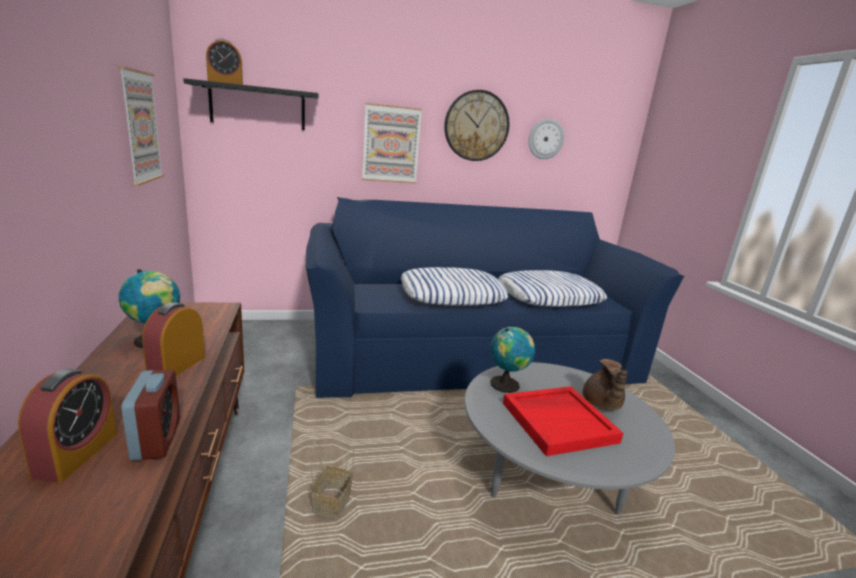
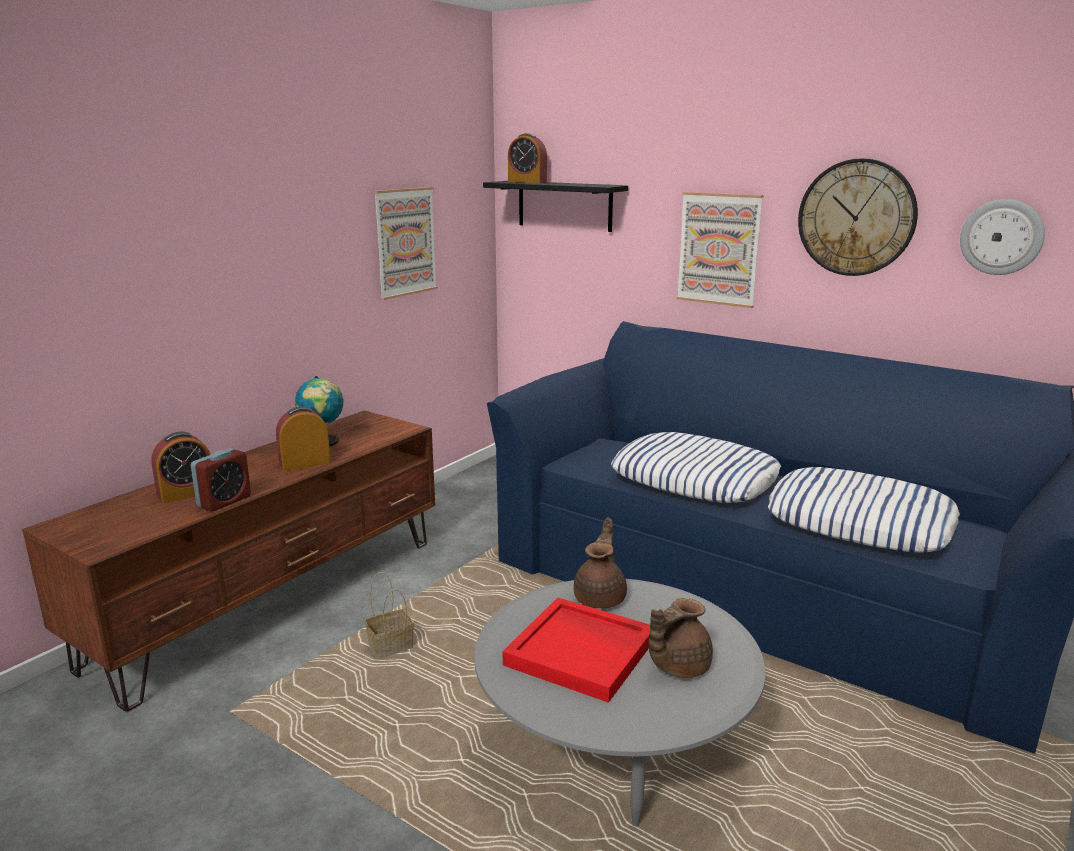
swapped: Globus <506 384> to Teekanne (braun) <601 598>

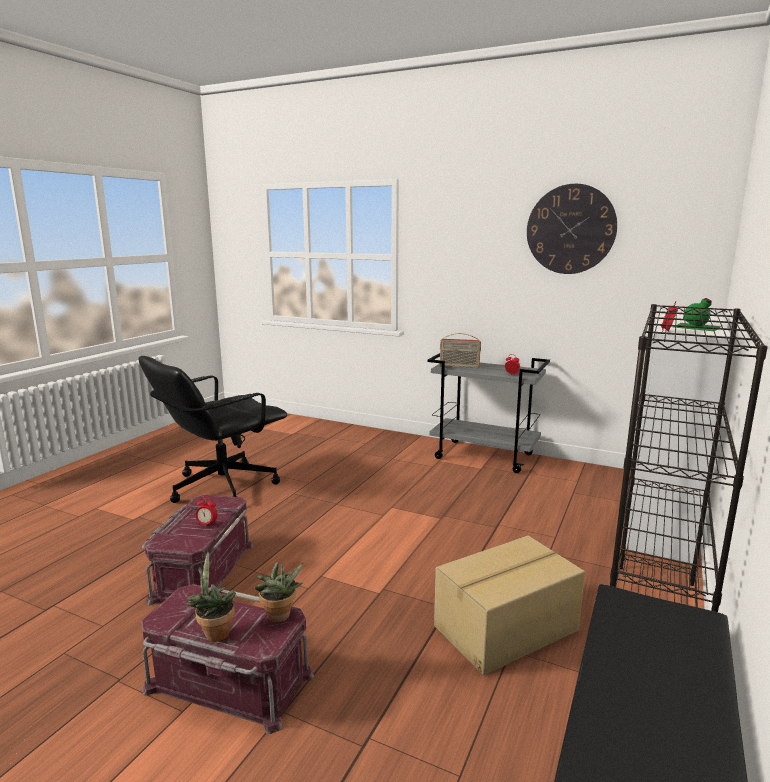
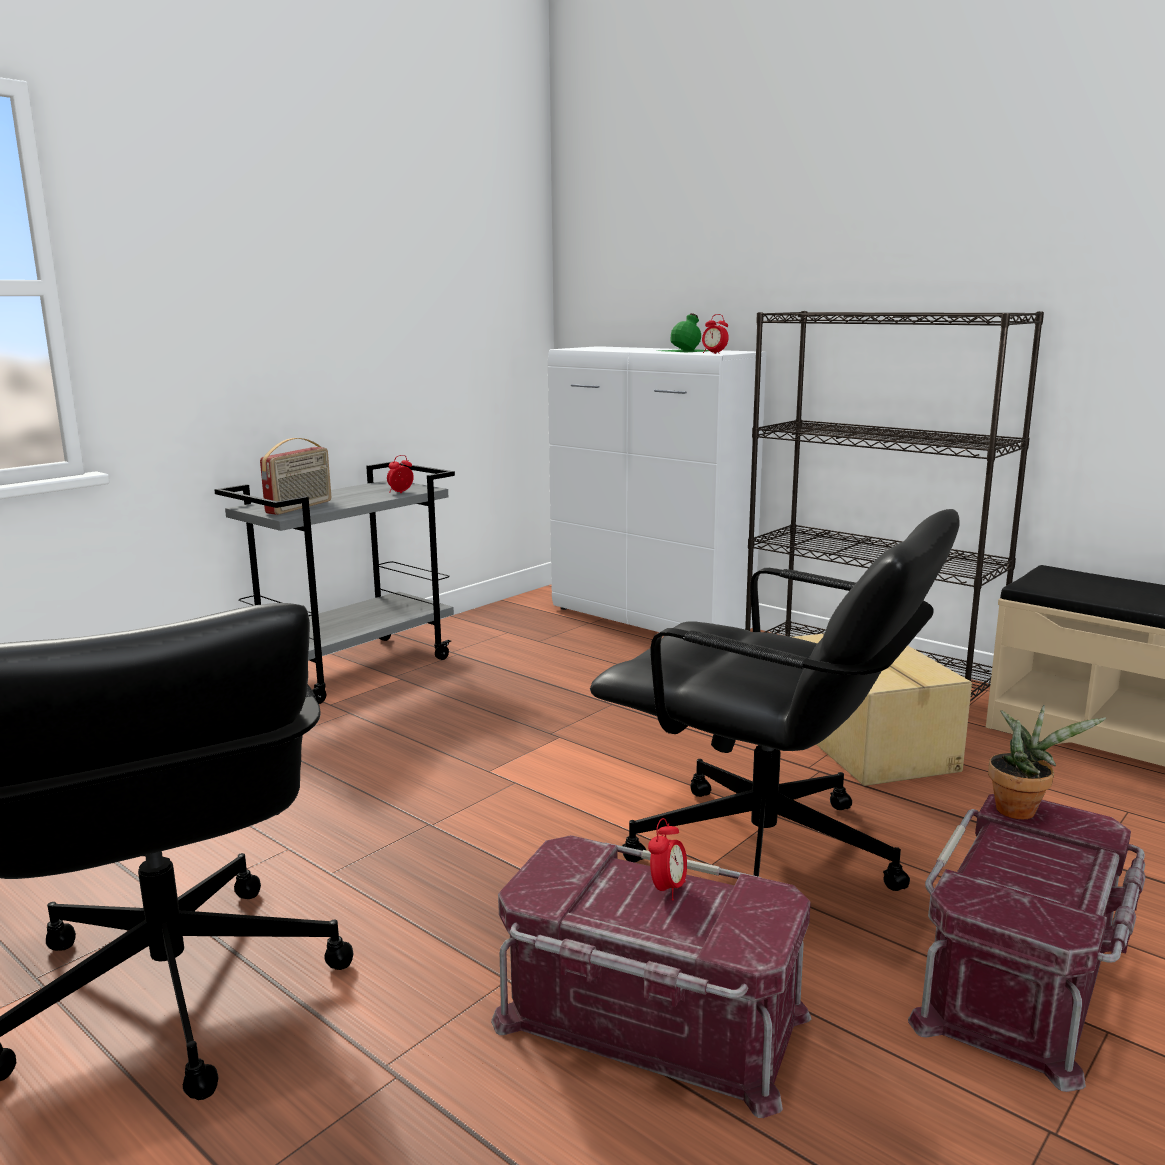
gone: Topfpflanze <215 632>; Wanduhr <570 229>
new: Bürostuhl (schwarz) <766 856>

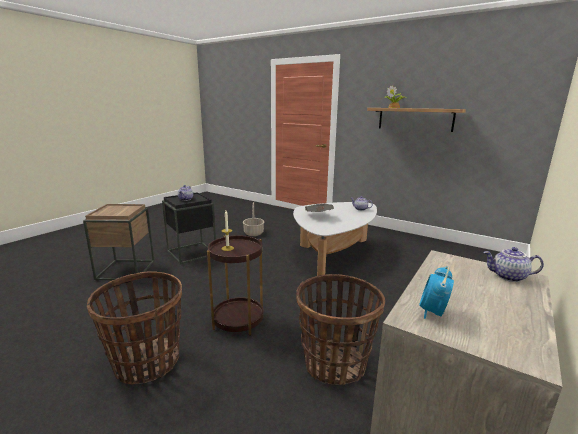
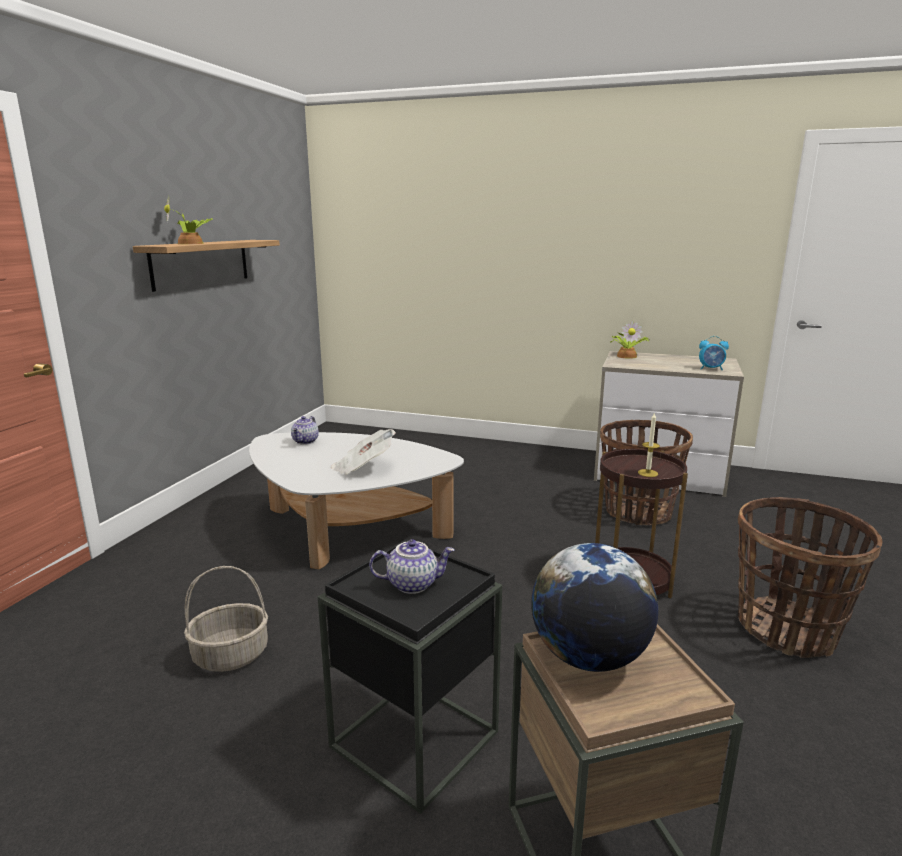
new: Globus <588 657>
swapped: Teekanne <508 277> to Topfpflanze <627 356>

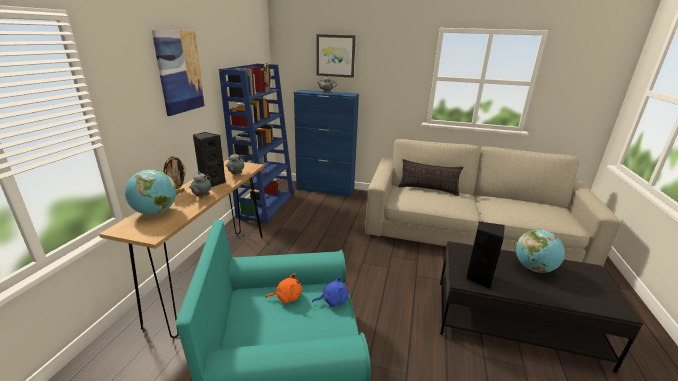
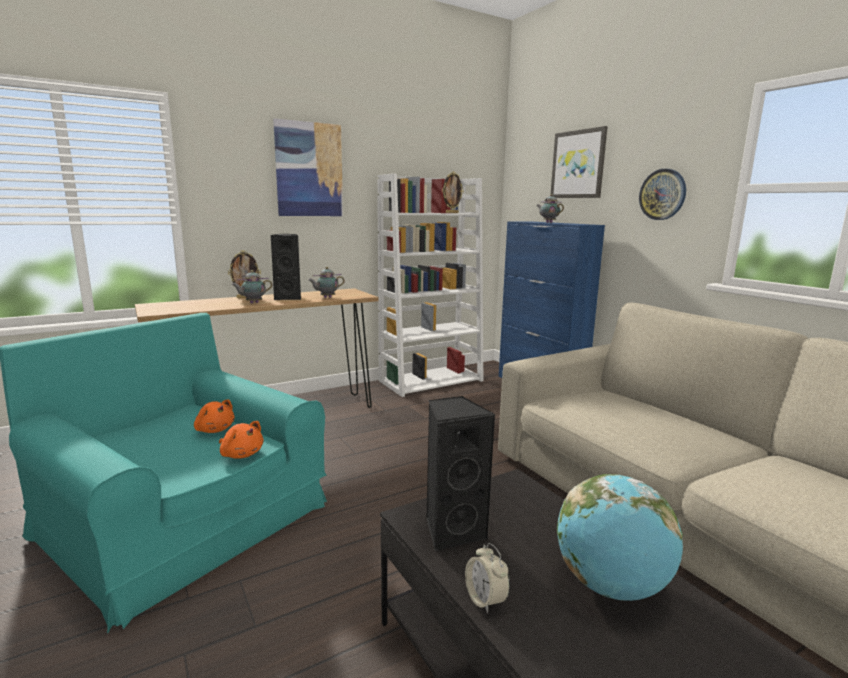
gone: Globus <155 212>; Kissen <428 189>
new: Wecker <485 599>; Wanduhr <662 194>
repainted: Bücherregal (blau) <266 205> to Bücherregal (weiß) <431 380>; Plüschtier (blau) <333 300> to Plüschtier (orange) <241 454>

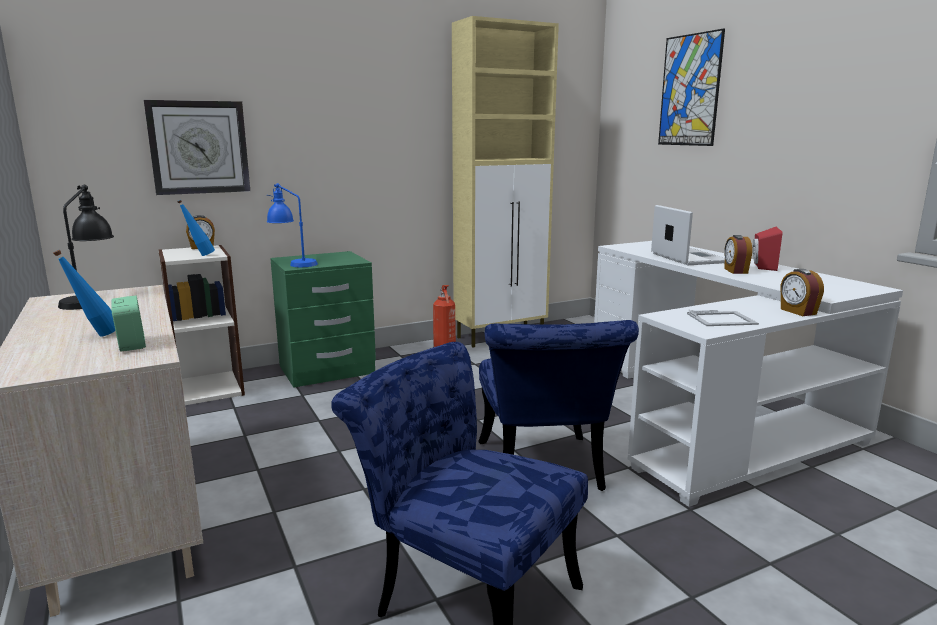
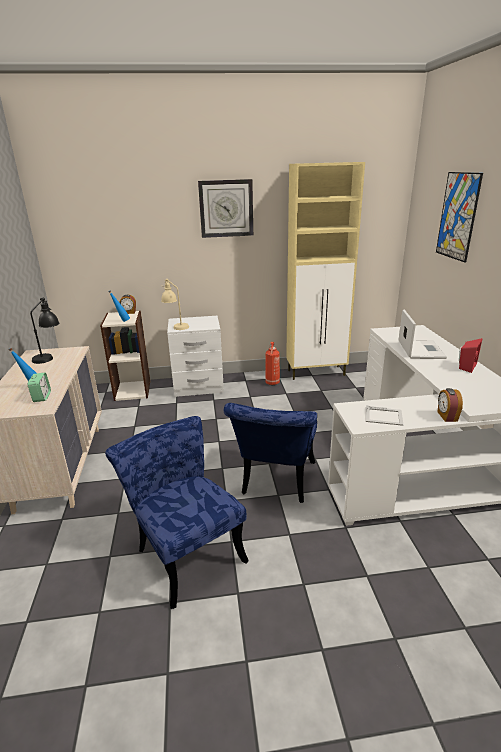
gone: Wecker <735 271>
shifted: Wanduhr <199 147> to <226 208>
repainted: Tischlampe (blau) <293 264> to Tischlampe (beige) <176 326>; Nachttisch (grün) <327 370> to Nachttisch (weiß) <198 386>

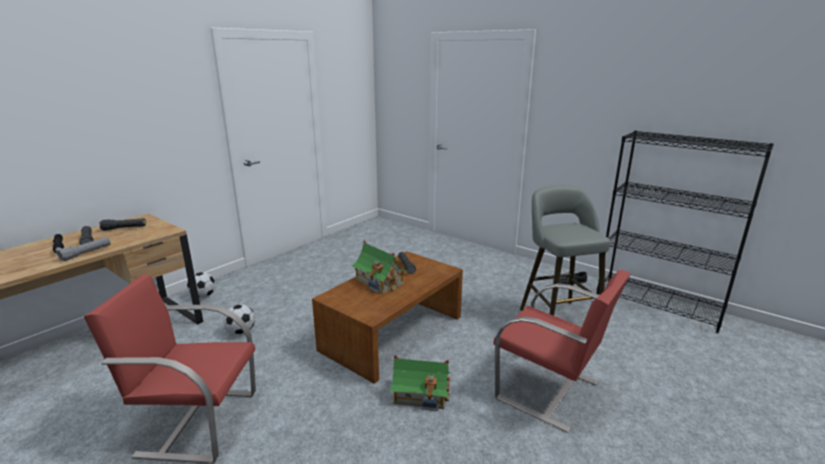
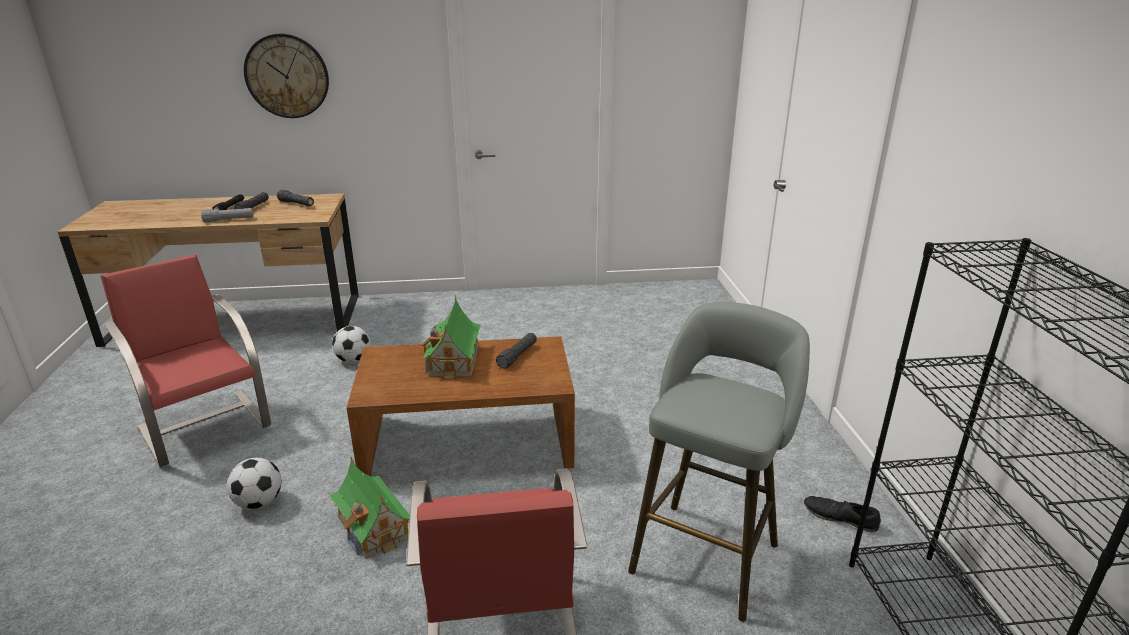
new: Wanduhr <287 76>
shifted: Fußball <203 296> to <259 502>

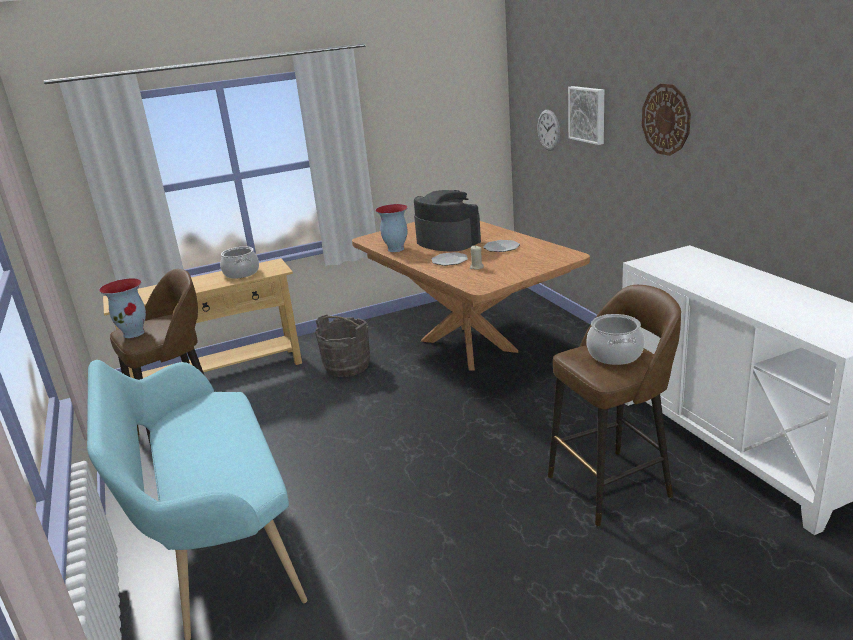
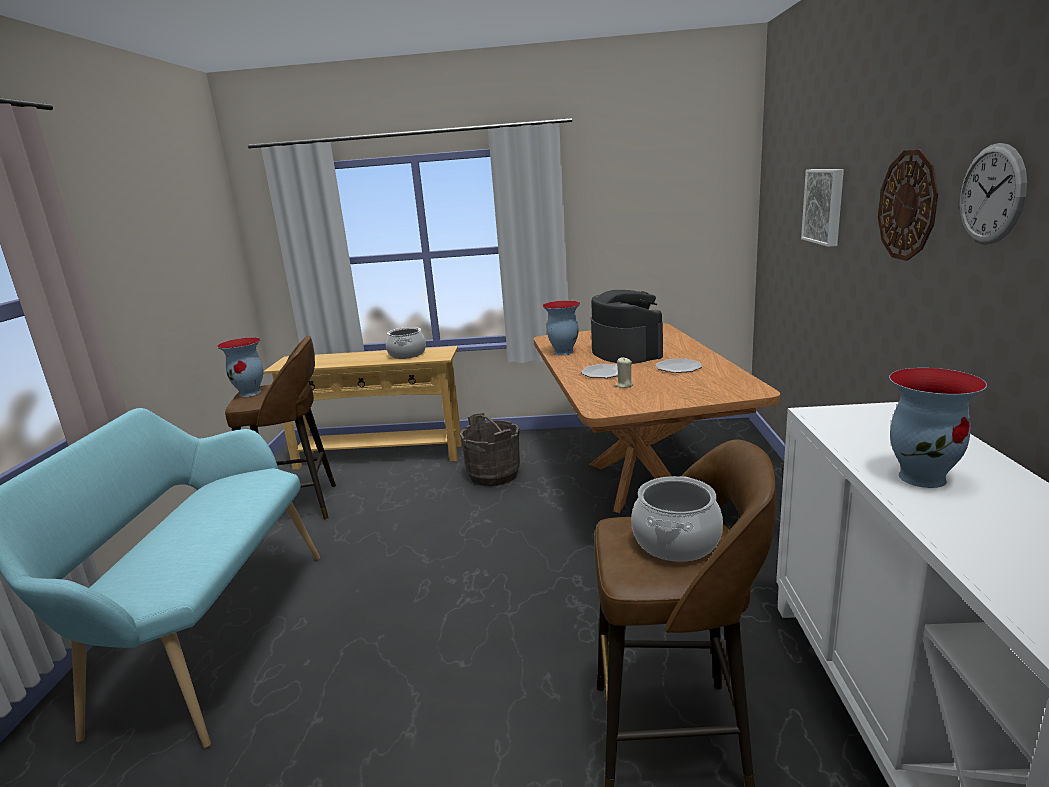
new: Vase <923 477>
shifted: Wanduhr <548 130> to <991 194>

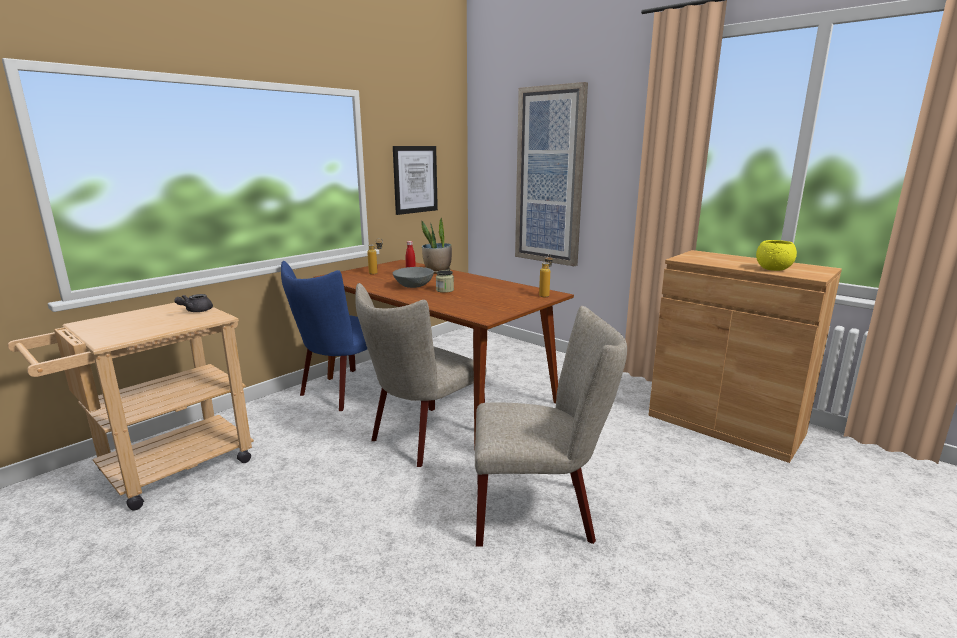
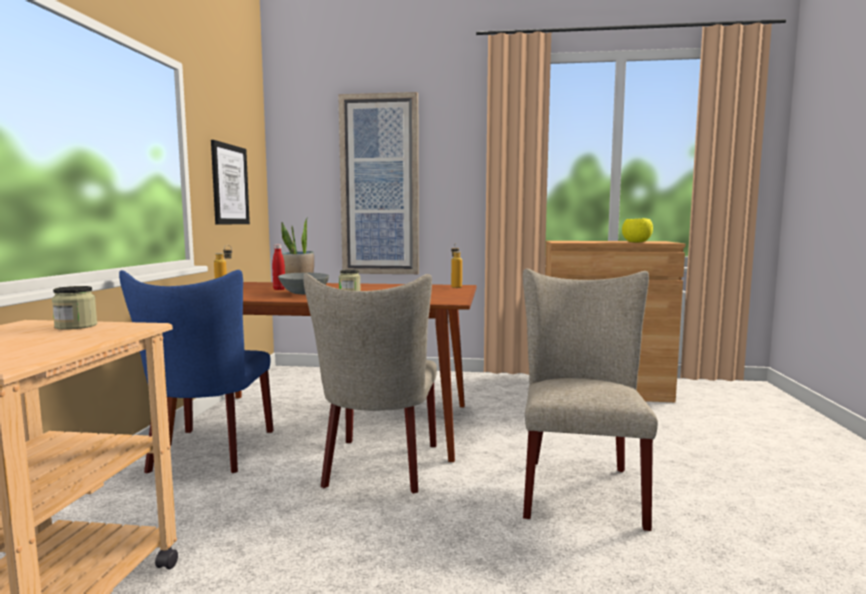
swapped: Teekanne (grau) <195 311> to Vorratsglas <76 326>
rotated: Stuhl (beige) <541 511> = <579 487> 45 degrees counterclockwise

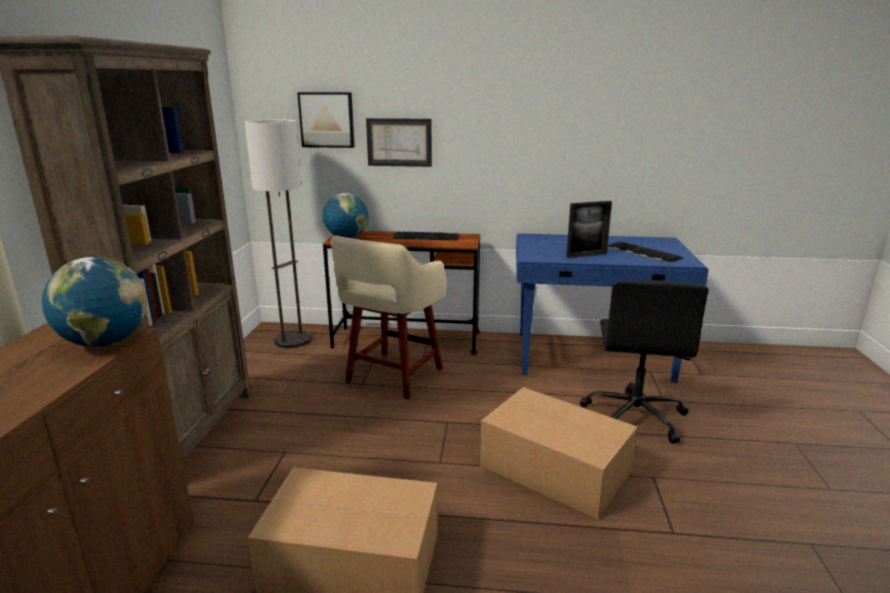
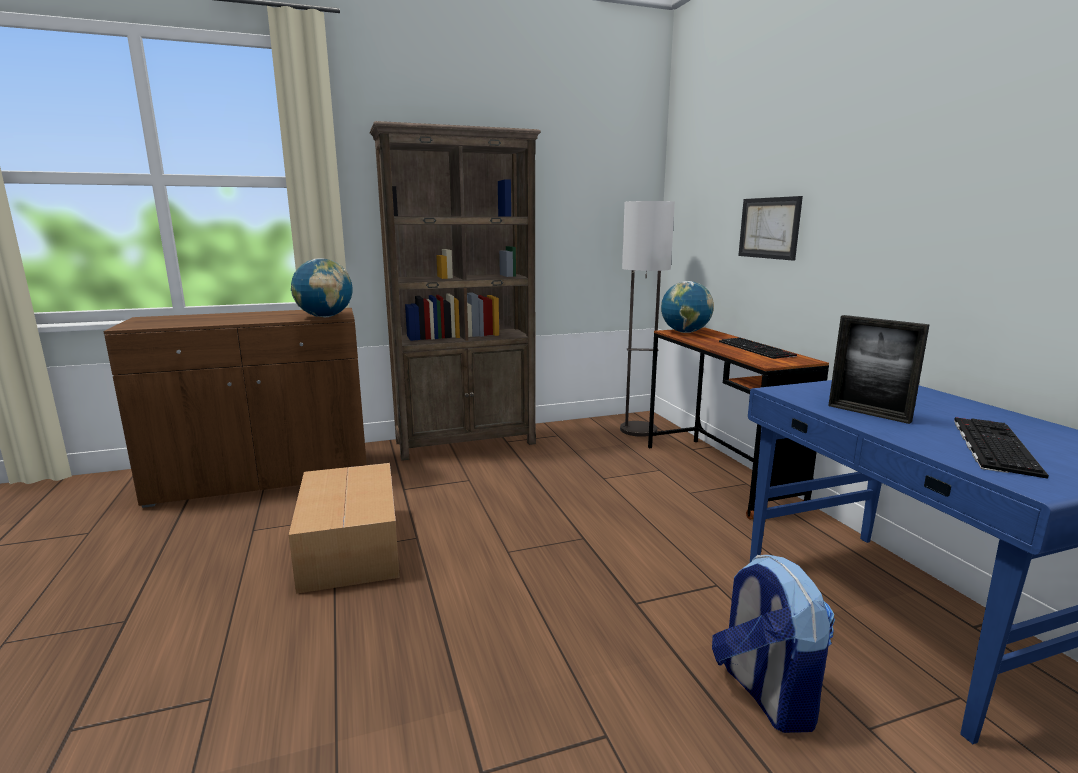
gone: Bild <327 120>; Hocker (beige) <393 377>; Karton <553 467>
swapped: Bürostuhl (schwarz) <634 416> to Rucksack <765 693>

